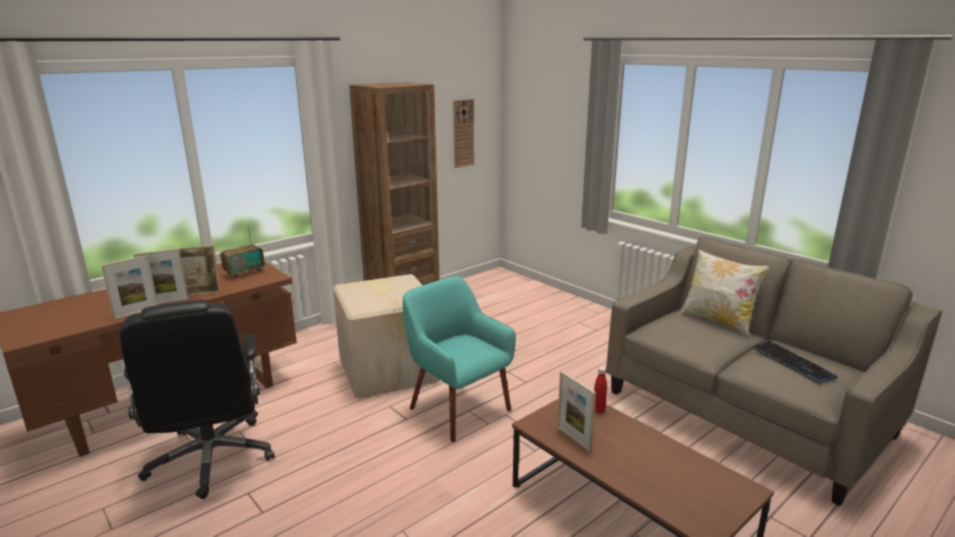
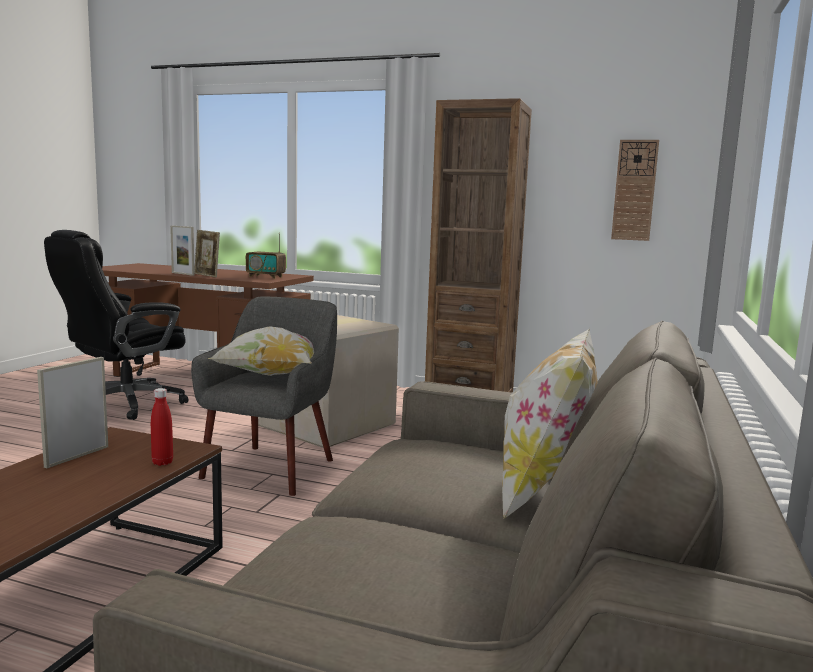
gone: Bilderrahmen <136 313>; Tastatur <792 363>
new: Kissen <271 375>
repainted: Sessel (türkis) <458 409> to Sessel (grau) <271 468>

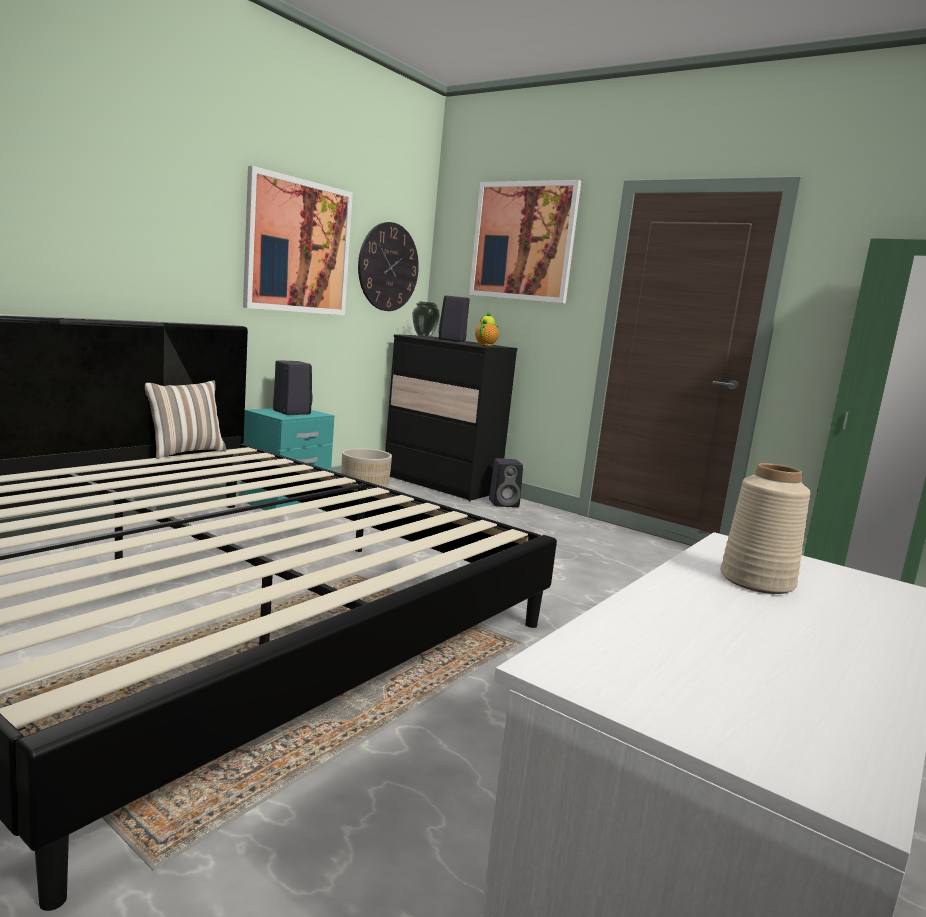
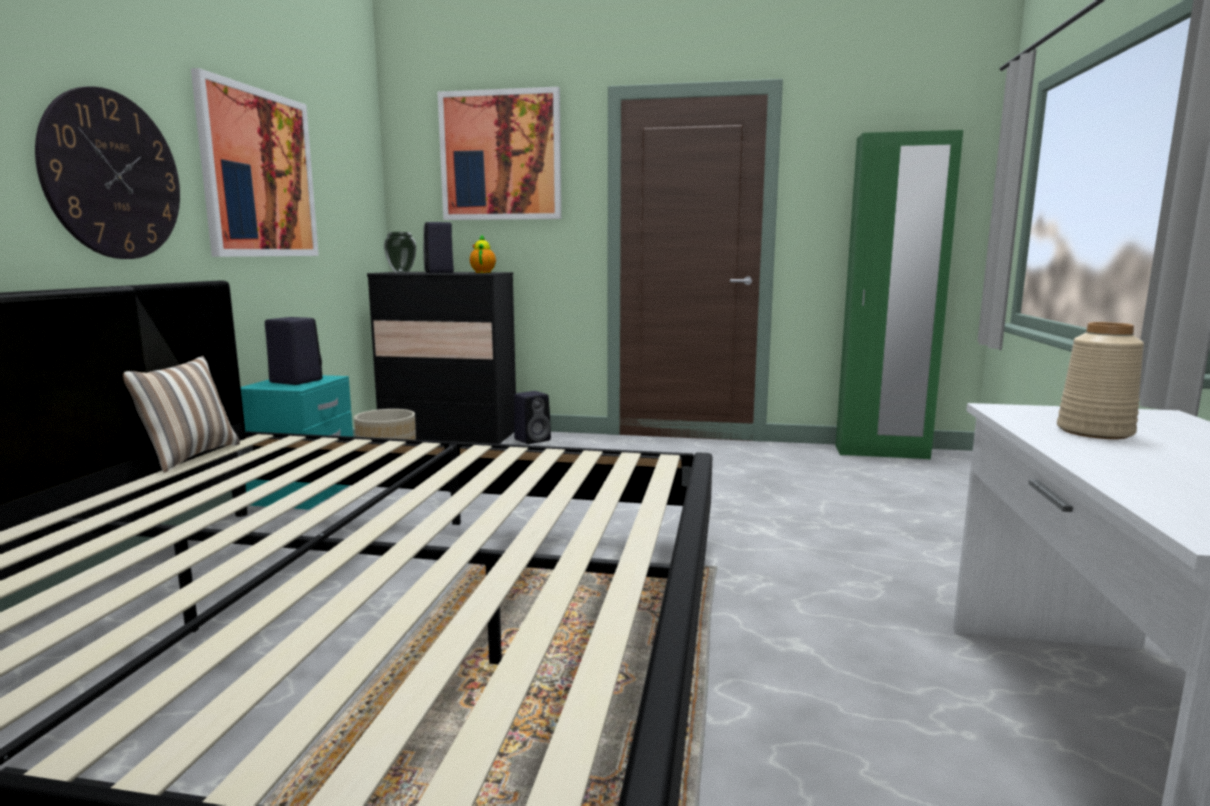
shifted: Wanduhr <388 267> to <113 175>

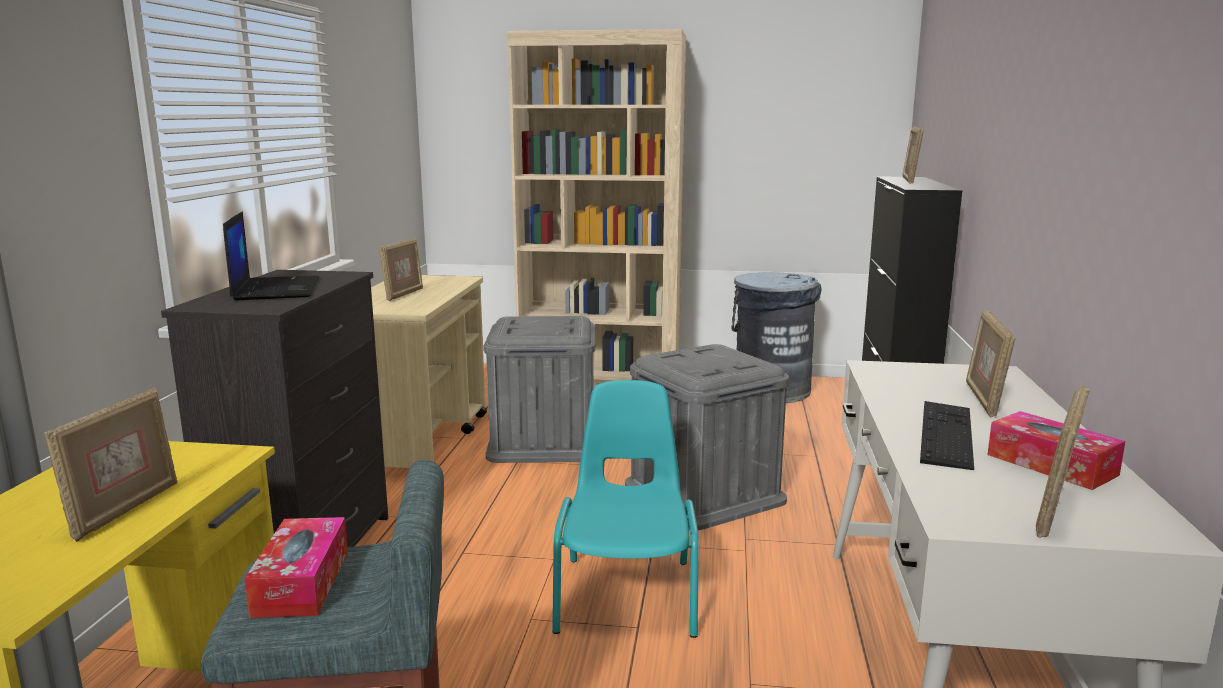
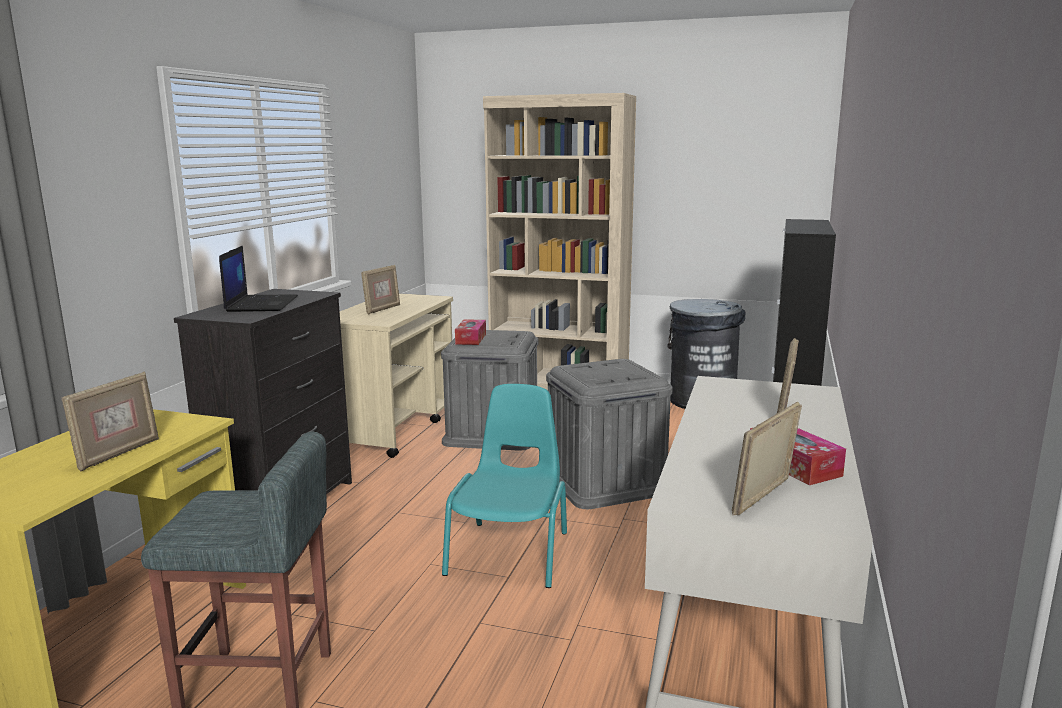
gone: Bilderrahmen <910 181>; Tastatur <946 434>
shifted: Taschentuchbox <302 582> to <471 339>

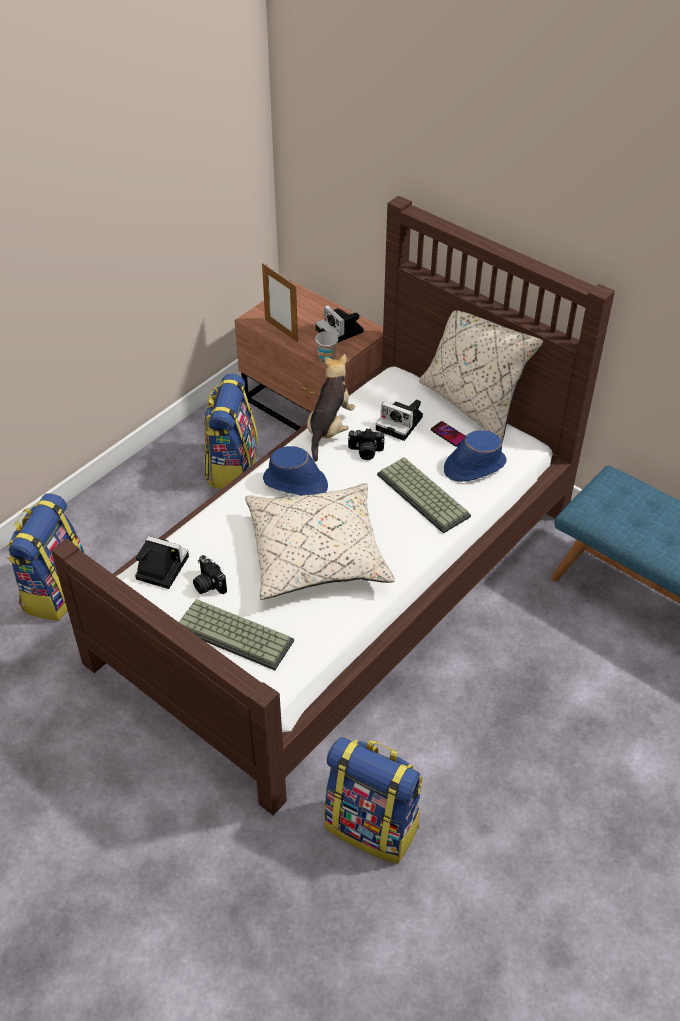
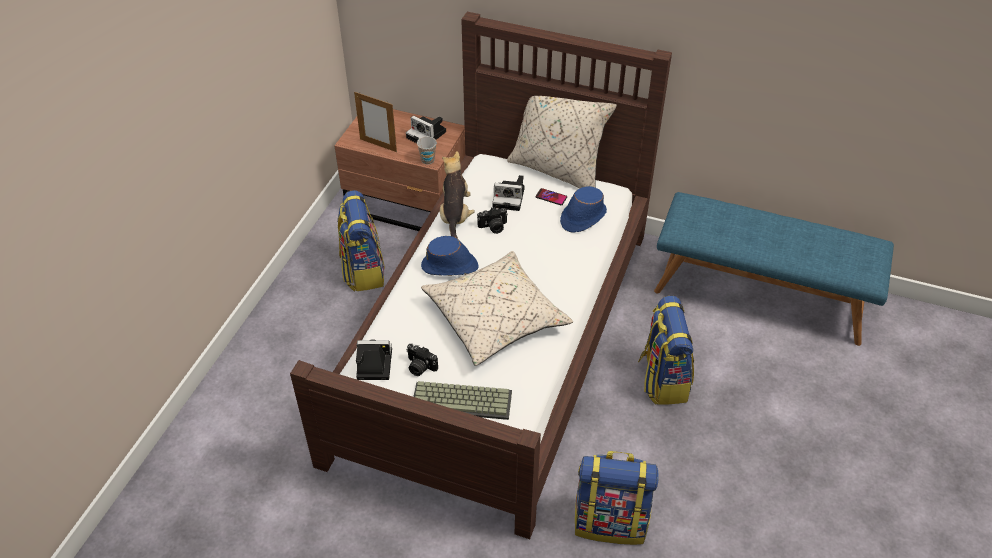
gone: Tastatur <425 495>
shifted: Rucksack <54 590> to <662 379>

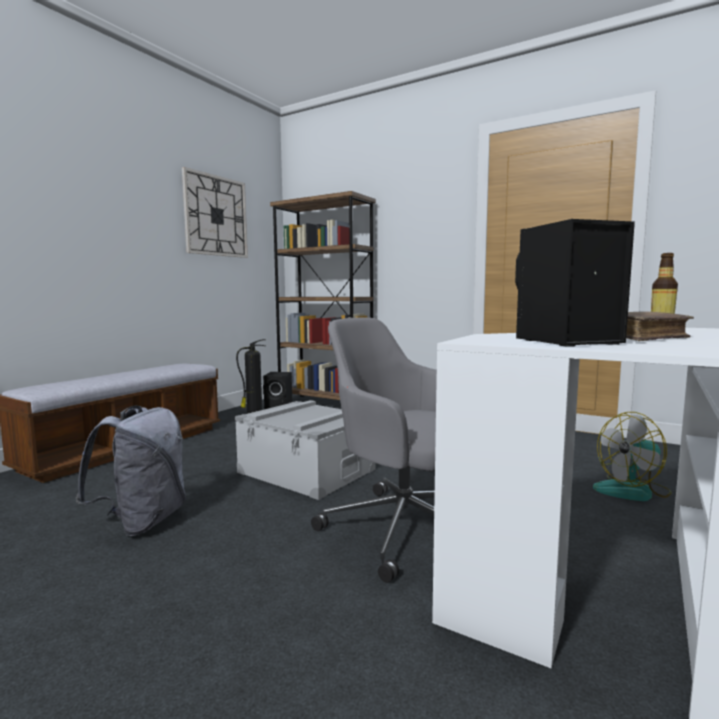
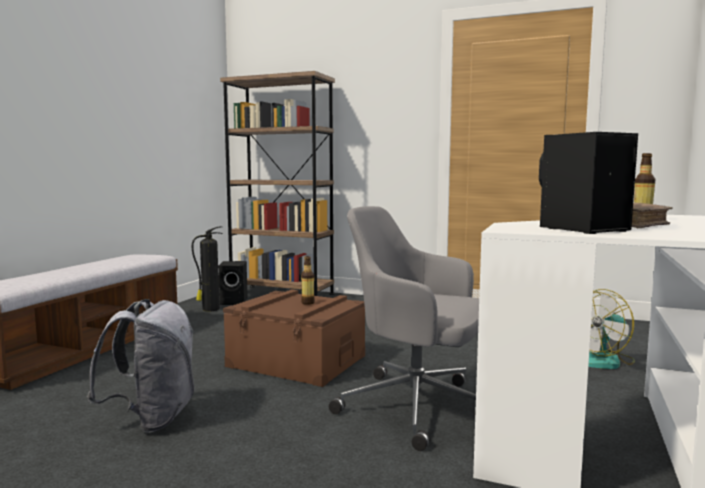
gone: Wanduhr <216 216>
new: Flasche <308 303>
repainted: Aufbewahrungsbox (grau) <307 471> to Aufbewahrungsbox (braun) <297 361>

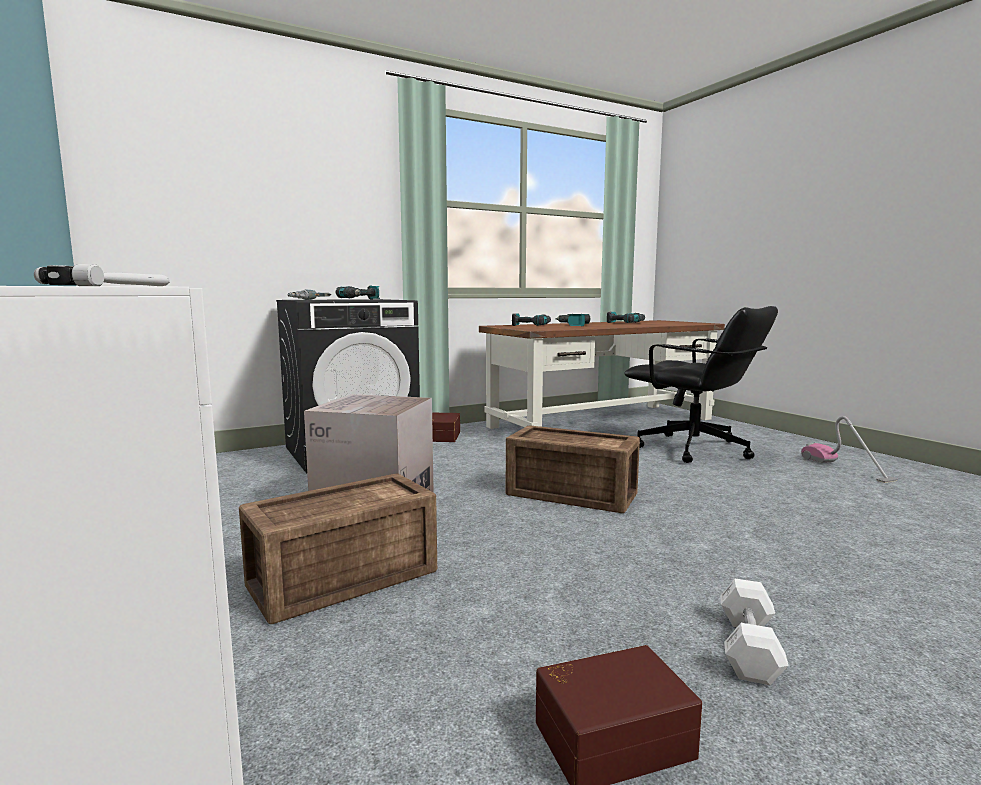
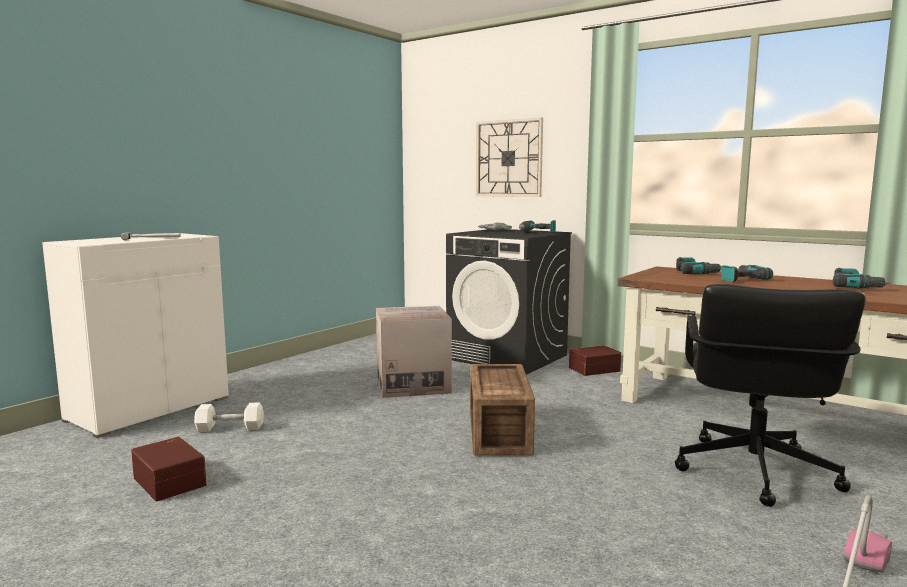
gone: Kiste <340 578>
new: Wanduhr <509 158>
shifted: Hantel (weiß) <749 647> to <230 428>

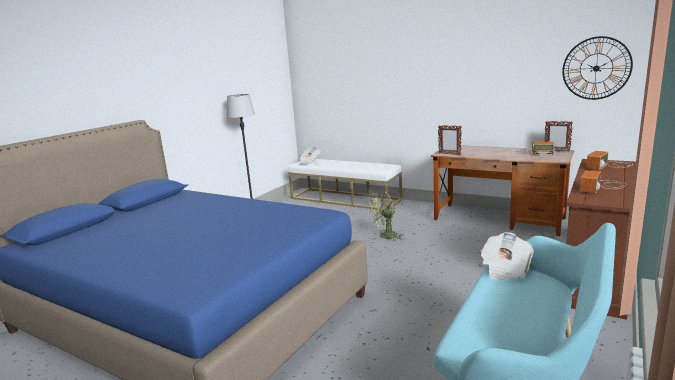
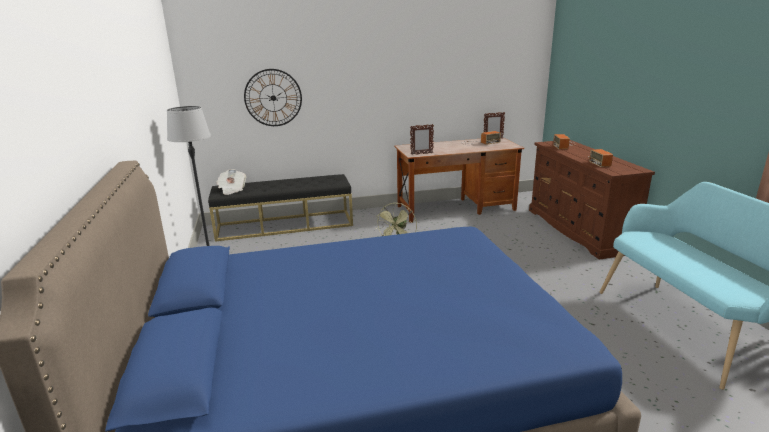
gone: Zeitung <505 269>
shifted: Wanduhr <596 68> to <273 98>
repainted: Bank (weiß) <345 199> to Bank (schwarz) <285 225>

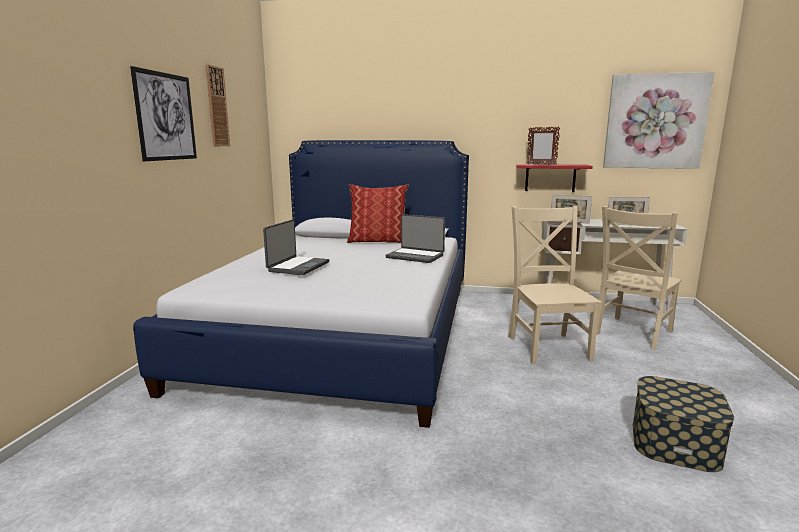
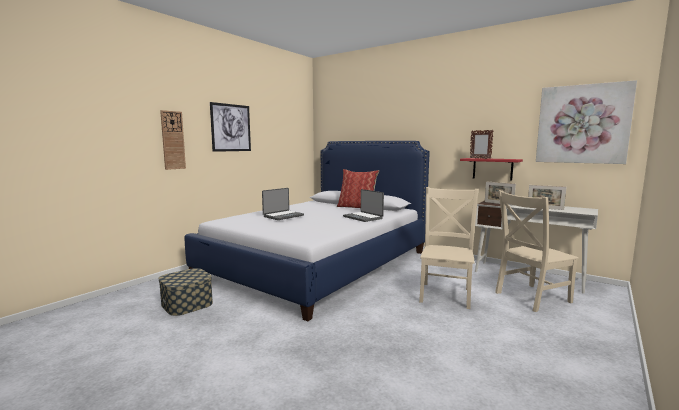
shifted: Wanduhr <217 107> to <173 140>; Aufbewahrungsbox <674 443> to <187 303>

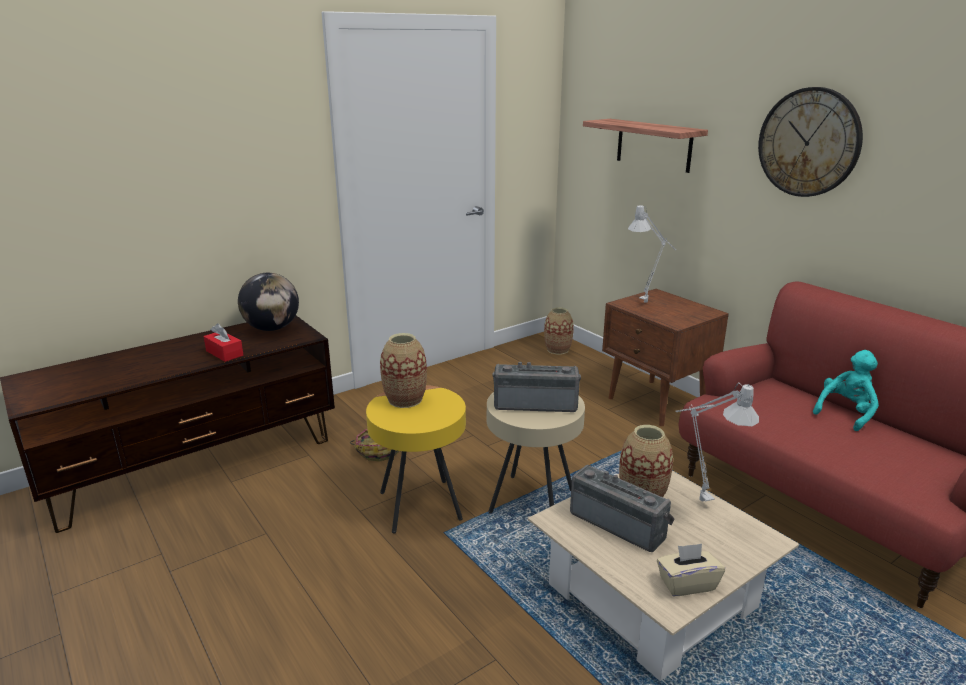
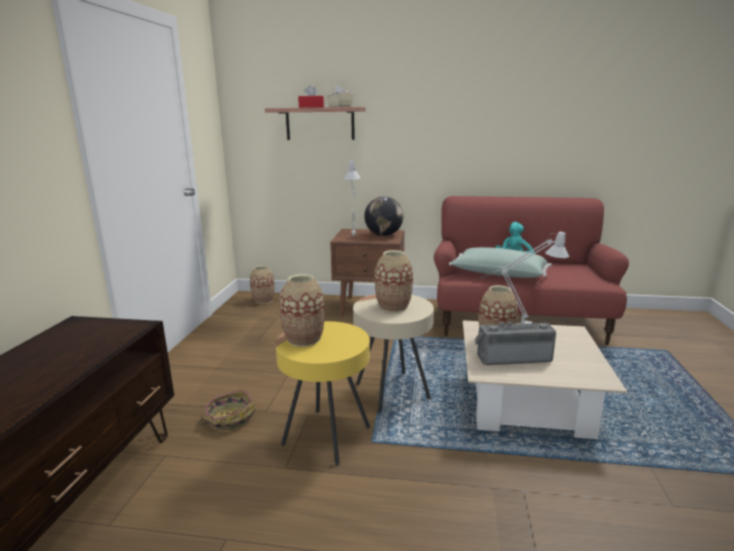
gone: Wanduhr <809 142>
new: Kissen (grün) <498 275>
shifted: Taschentuchbox (rot) <224 353> to <311 107>; Globus <272 328> to <383 235>; Taschentuchbox (beige) <687 584> to <340 107>
swapped: Radio <535 403> to Vase <393 306>

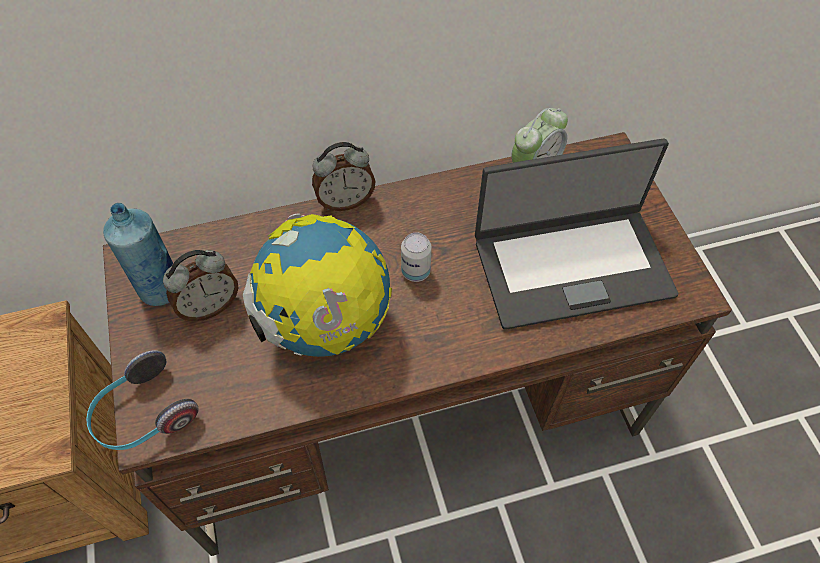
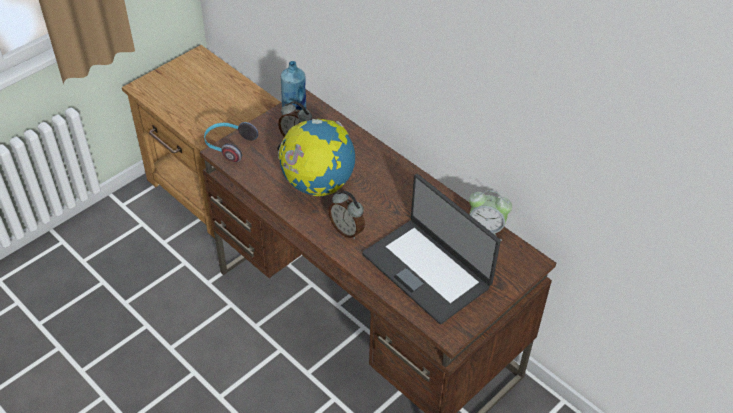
gone: Dose <415 271>
shifted: Wecker <345 201> to <347 230>

